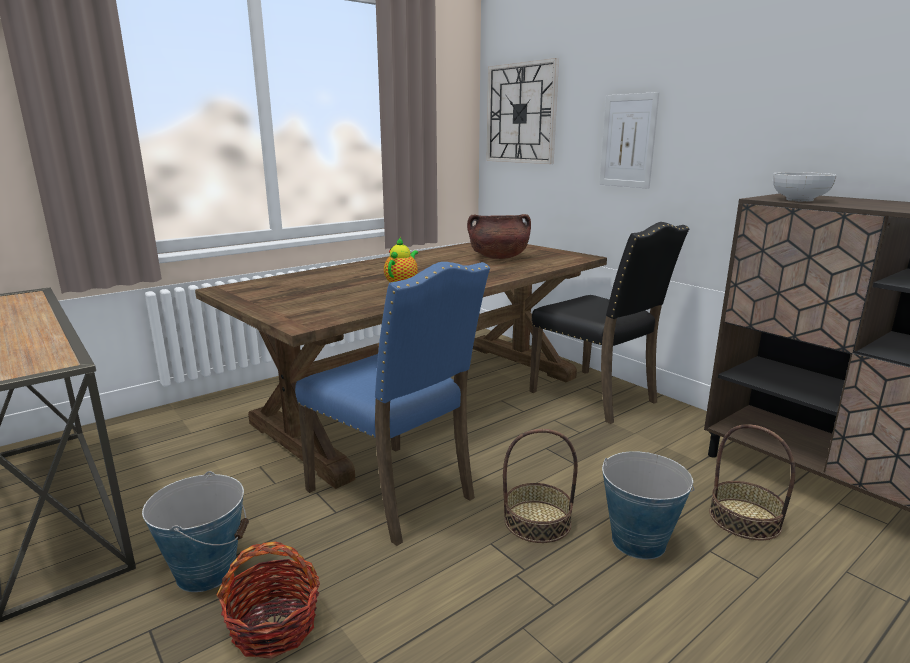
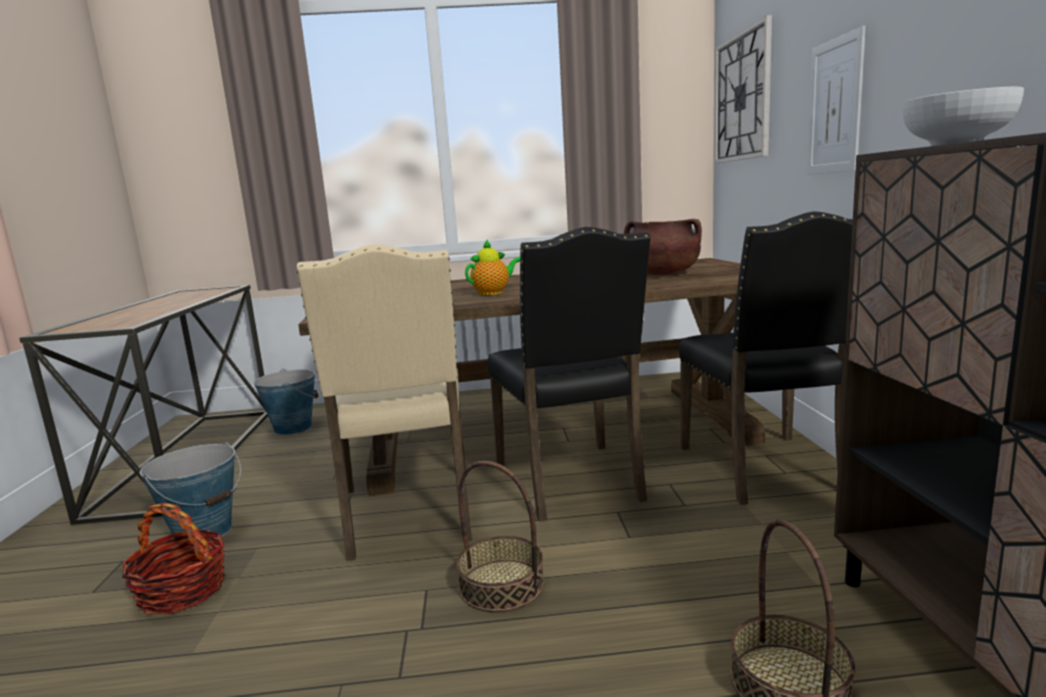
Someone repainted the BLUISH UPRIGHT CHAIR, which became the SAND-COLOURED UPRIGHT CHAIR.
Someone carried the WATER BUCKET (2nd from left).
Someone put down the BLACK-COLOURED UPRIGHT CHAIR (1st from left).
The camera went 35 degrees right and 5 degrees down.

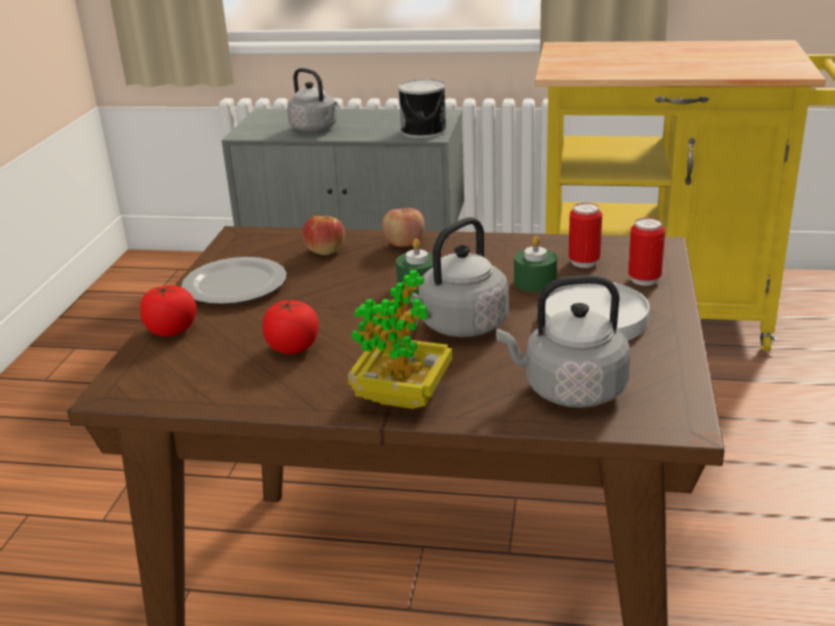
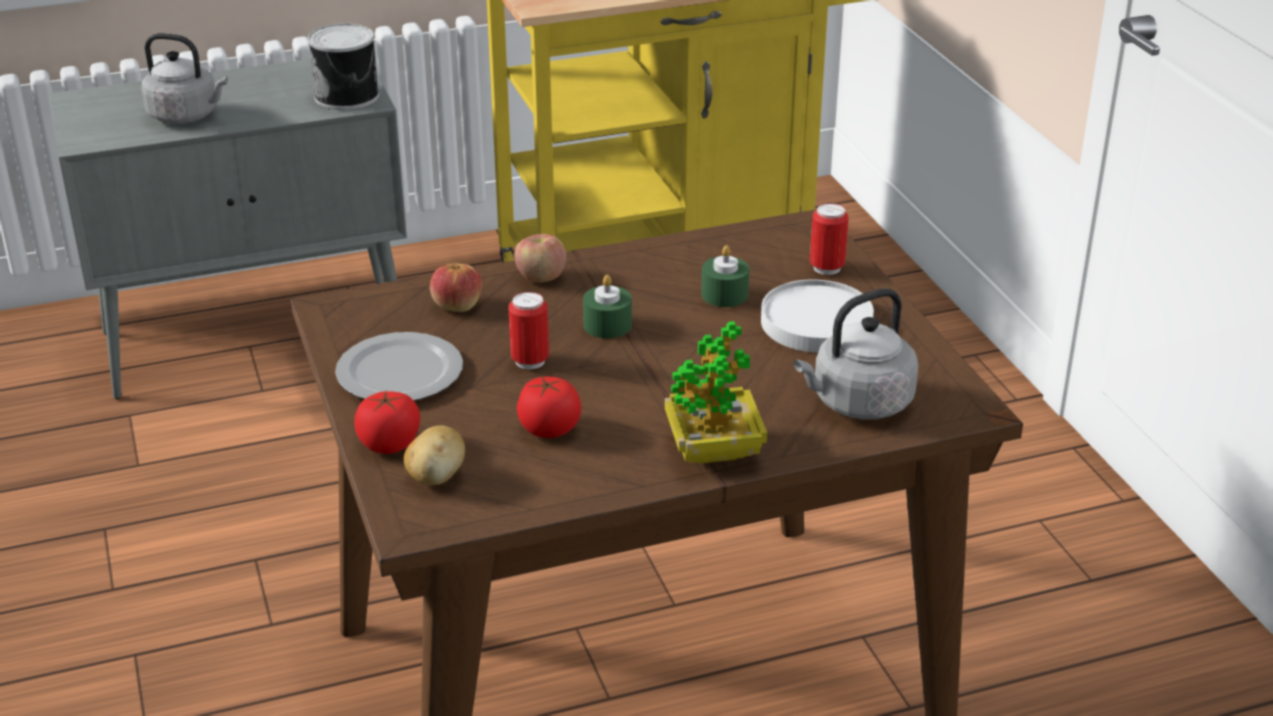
Someone took away the GRAY WATER KETTLE (2nd from left).
Someone carried the METAL CAN (2nd from left).
Someone put down the POTATO.
The camera went 30 degrees left and 5 degrees up.

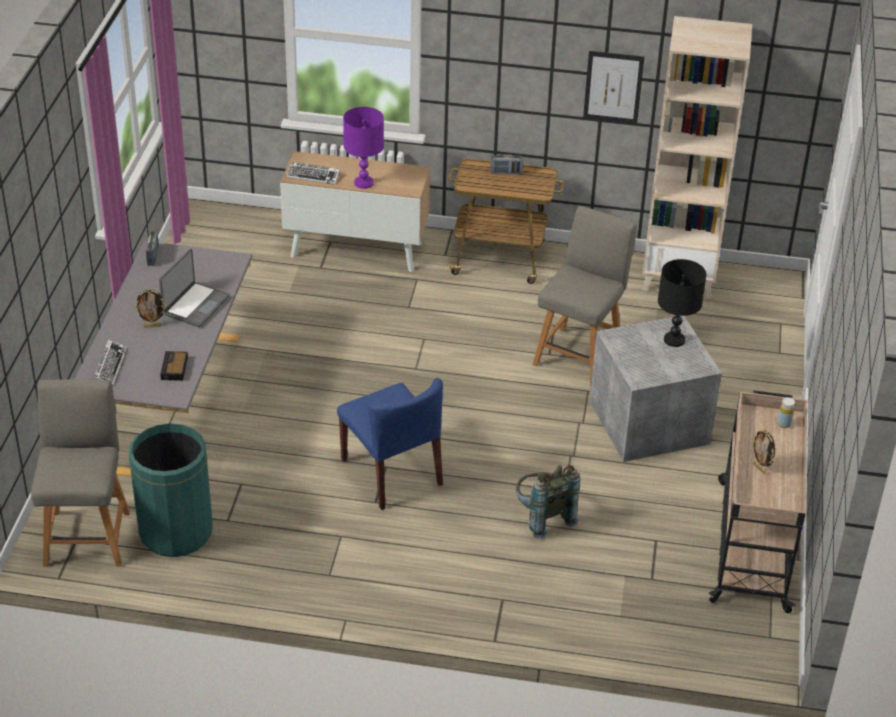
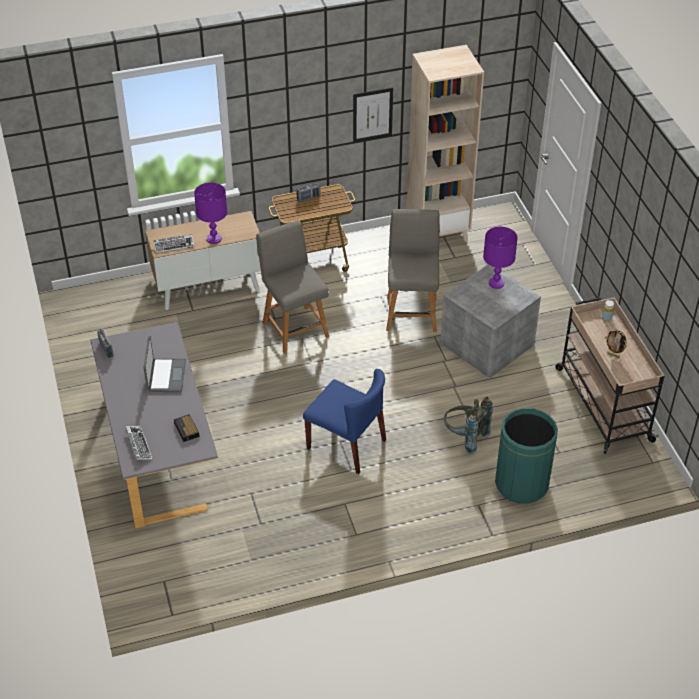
Someone carried the GRAY UPRIGHT CHAIR (1st from left).
Someone carried the GREEN-COLOURED WASTE BIN.
Someone took away the STANDING FRAME (1st from left).
Someone repainted the BLACK-COLOURED TABLE LAMP, which became the PURPLE-COLOURED TABLE LAMP (2nd from left).
The camera went 25 degrees left and 5 degrees up.

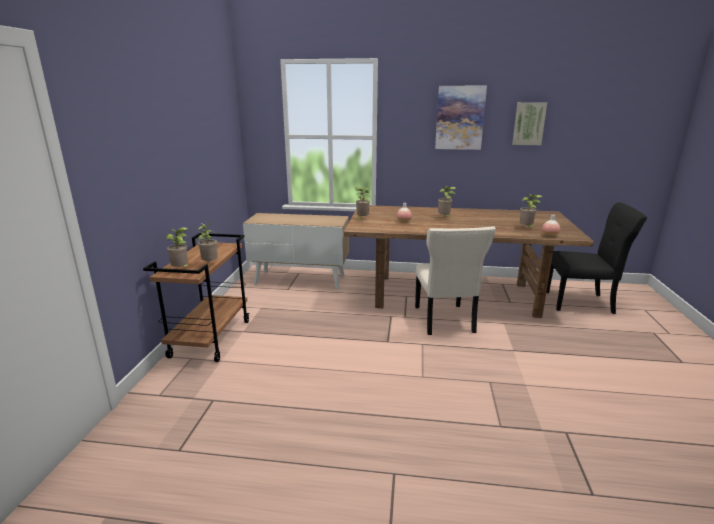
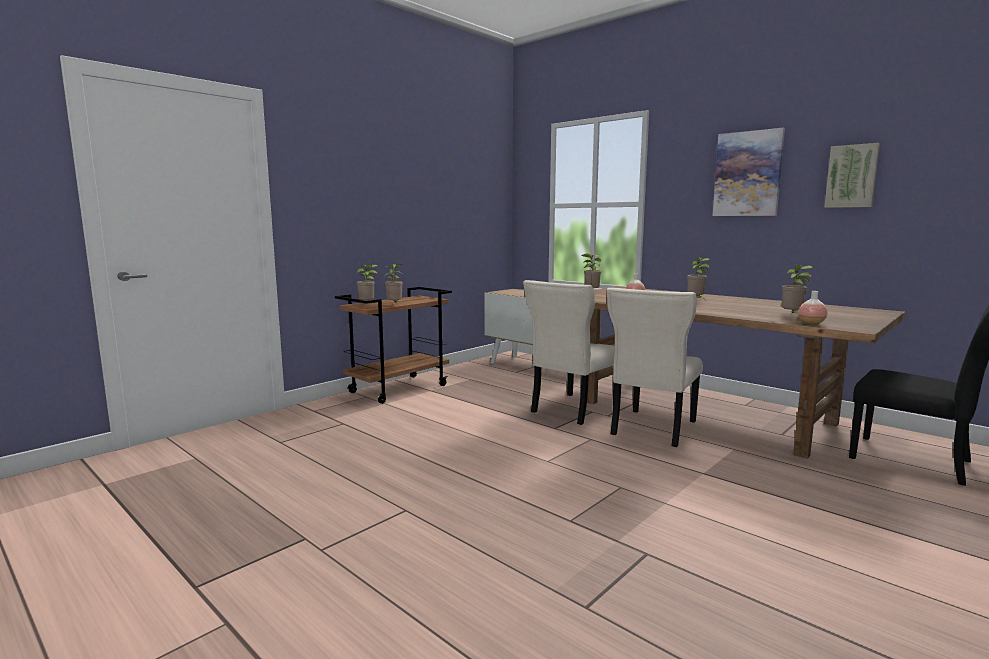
Someone put down the SAND-COLOURED UPRIGHT CHAIR (1st from left).
The camera went 35 degrees right and 10 degrees down.

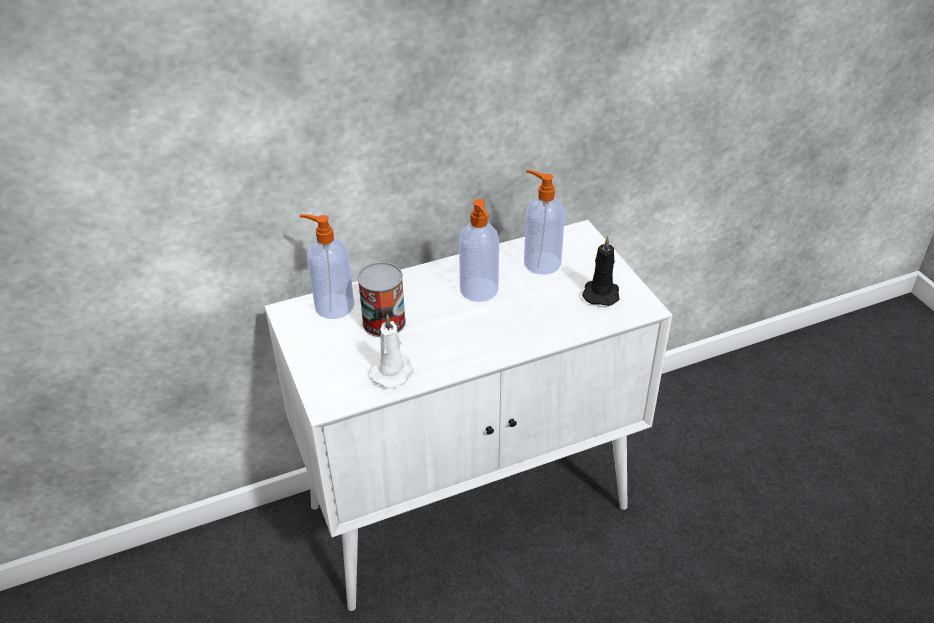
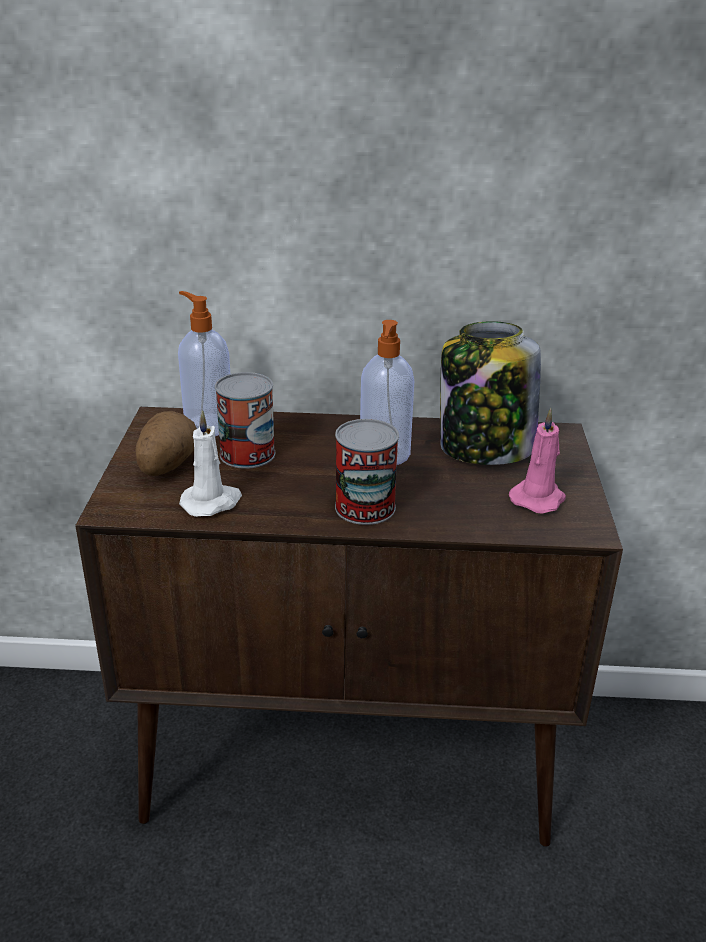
Someone repainted the WHITE CABINET, which became the BROWN CABINET.
Someone swapped the SOAP DISPENSER (3rd from left) for the STORAGE JAR.
Someone repainted the BLACK-COLOURED WAX LIGHT, which became the PINK WAX LIGHT.
Someone put down the POTATO.
Someone put down the METAL CAN (2nd from left).
The camera went 25 degrees right and 10 degrees down.

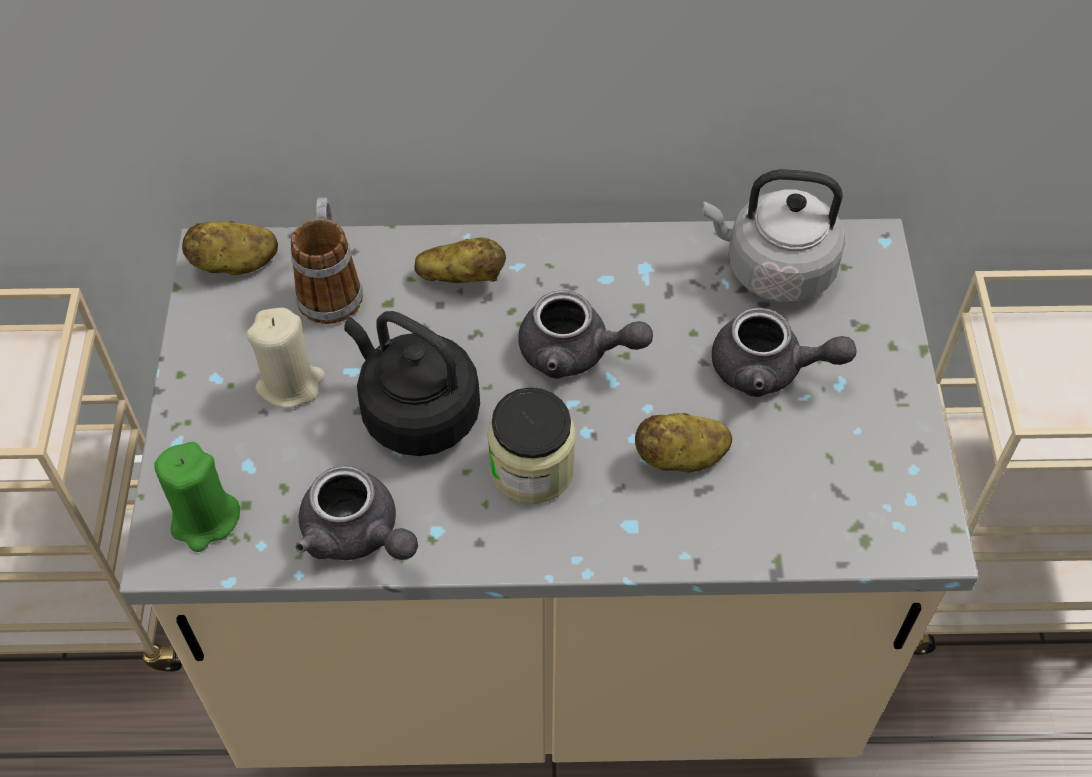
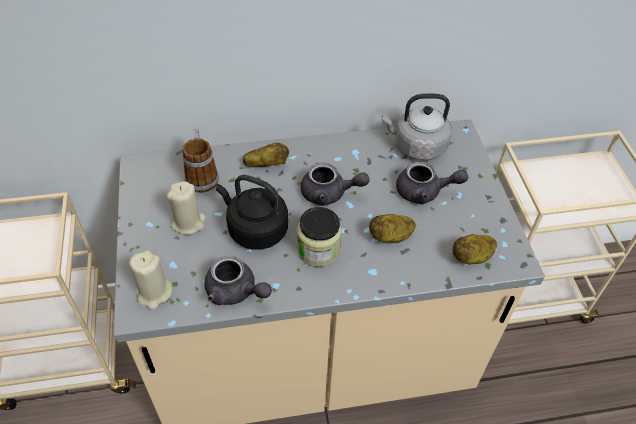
Someone repainted the GREEN-COLOURED WAX LIGHT, which became the SAND-COLOURED WAX LIGHT (1st from left).
Someone carried the POTATO (1st from left in the first image).
The camera went 10 degrees left and 5 degrees down.

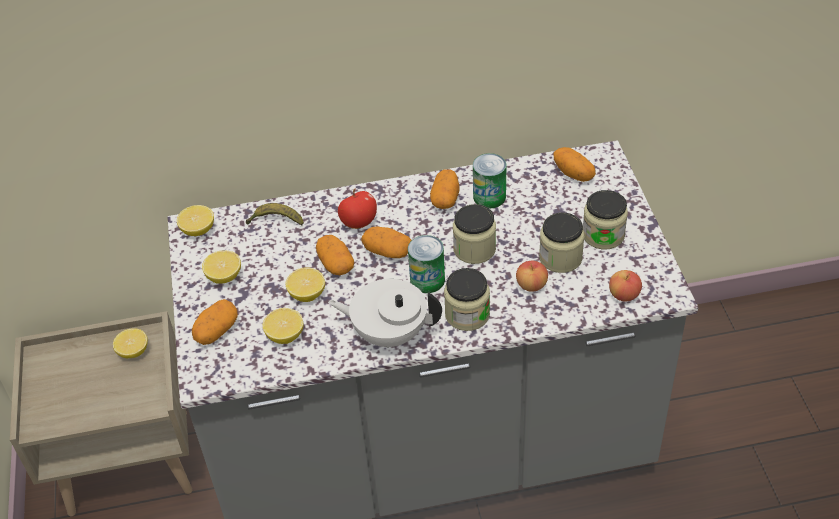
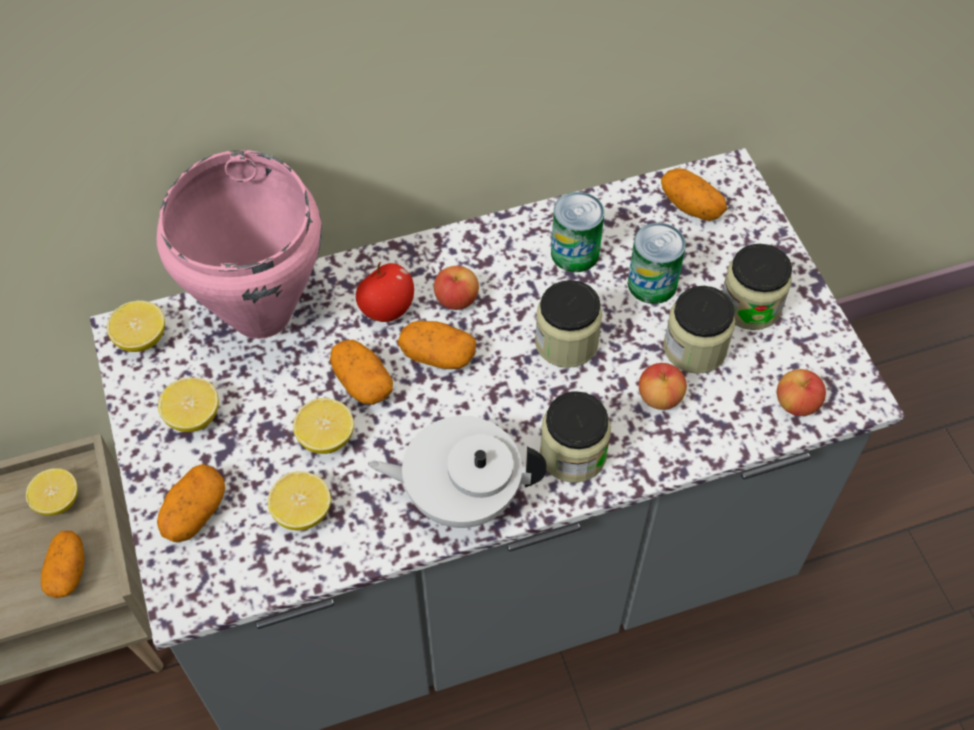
Someone swapped the BANANA FRUIT for the PINK STOCKPOT.
Someone carried the METAL CAN (1st from left in the first image).
Someone carried the POTATO (4th from left in the first image).
Someone put down the APPLE (2nd from left).
The camera went 10 degrees left and 10 degrees up.

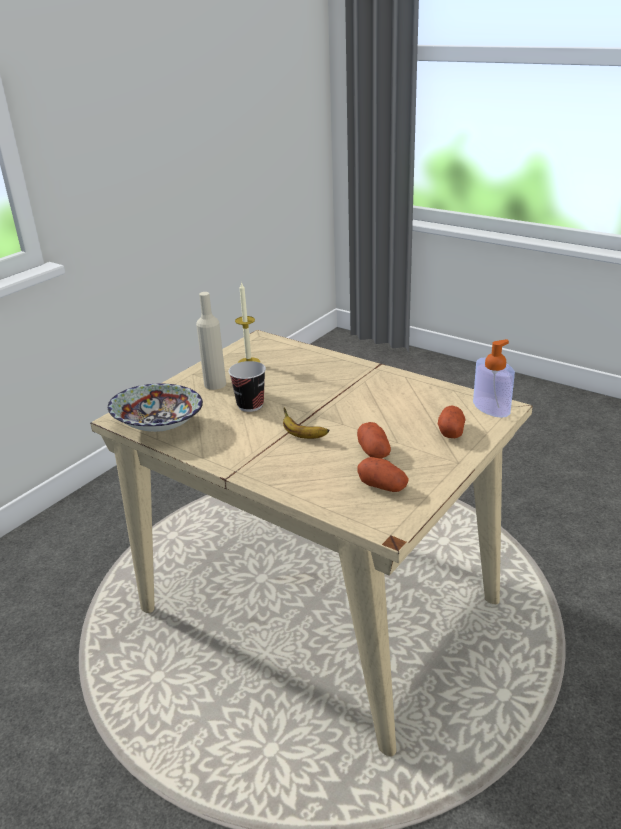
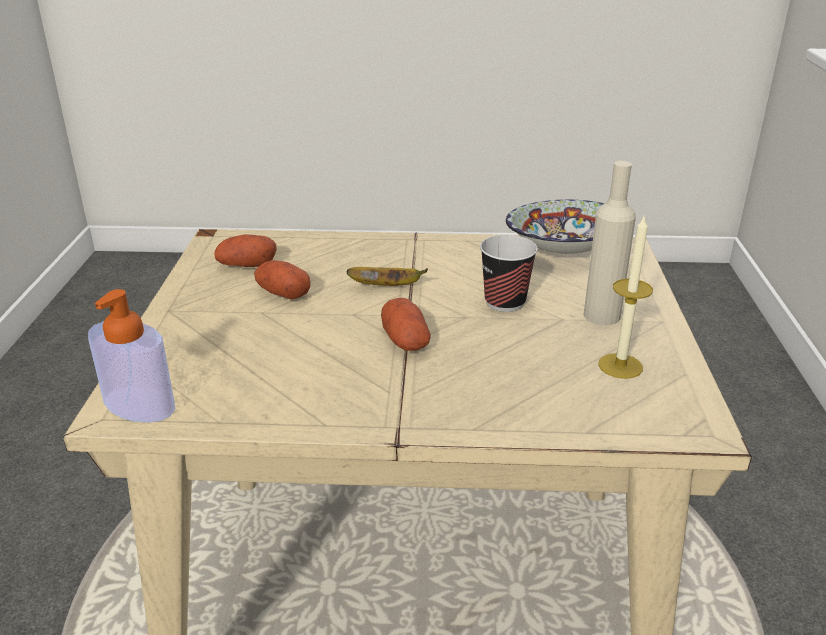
Someone carried the POTATO (3rd from left).
The camera went 145 degrees right and 0 degrees up.

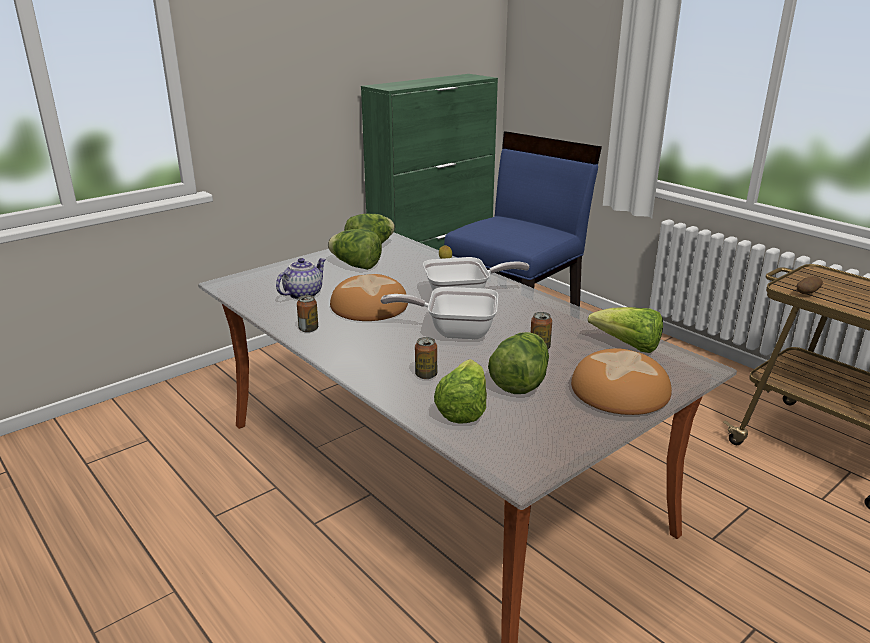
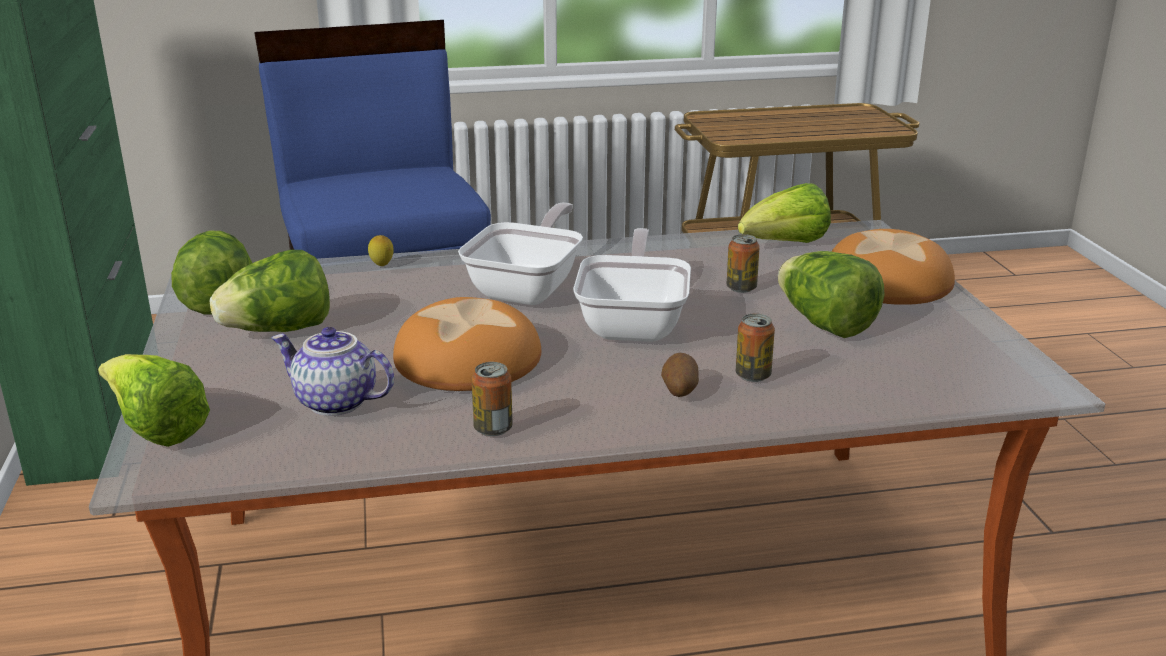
Someone rotated the POT FOR TEA by 45 degrees counterclockwise.
Someone rotated the PAN (1st from left in the first image) by 150 degrees clockwise.
Someone carried the HEAD OF LETTUCE (3rd from left in the first image).
Someone carried the POTATO.
The camera went 60 degrees left and 0 degrees up.

